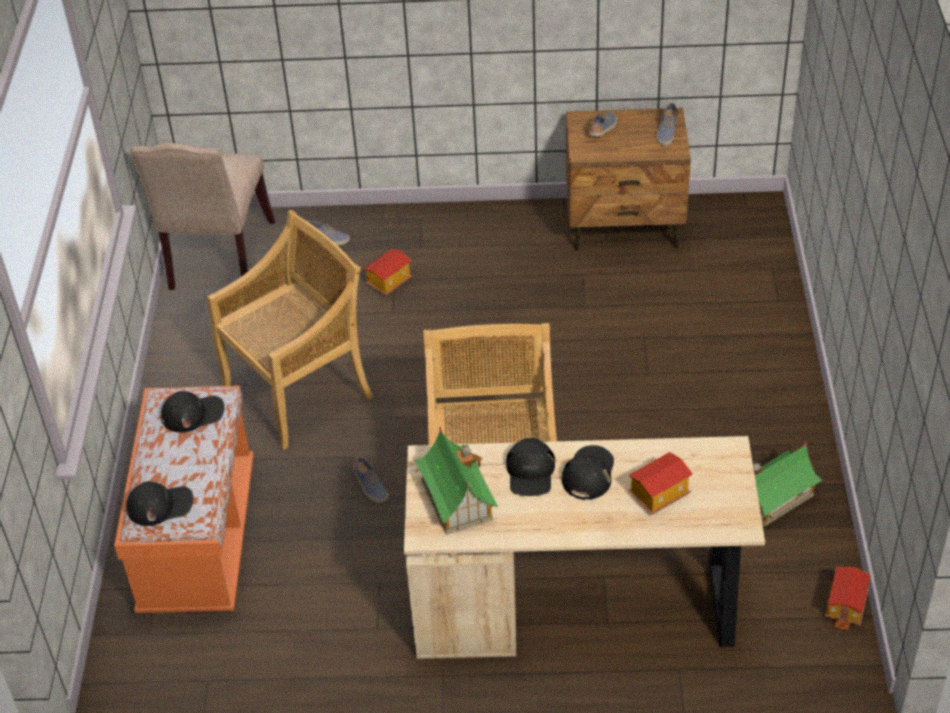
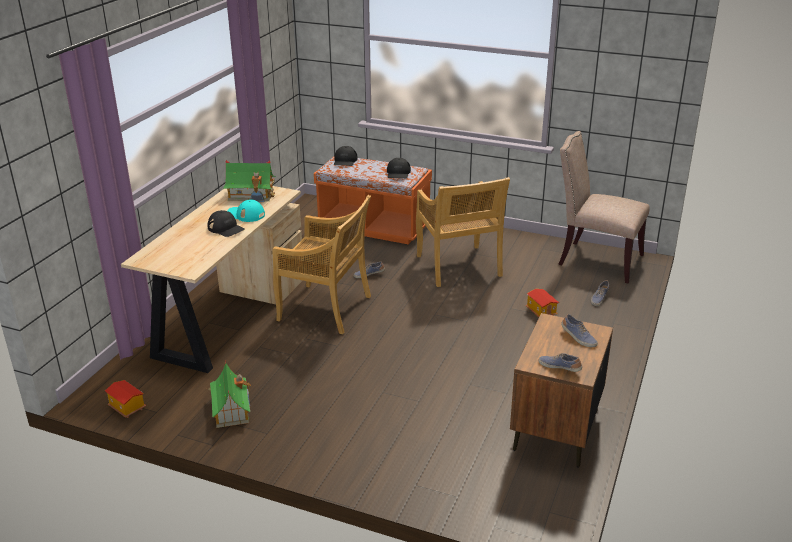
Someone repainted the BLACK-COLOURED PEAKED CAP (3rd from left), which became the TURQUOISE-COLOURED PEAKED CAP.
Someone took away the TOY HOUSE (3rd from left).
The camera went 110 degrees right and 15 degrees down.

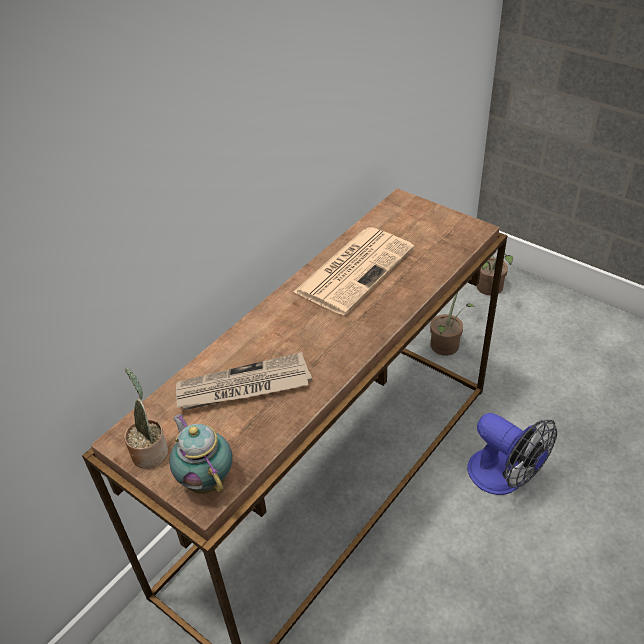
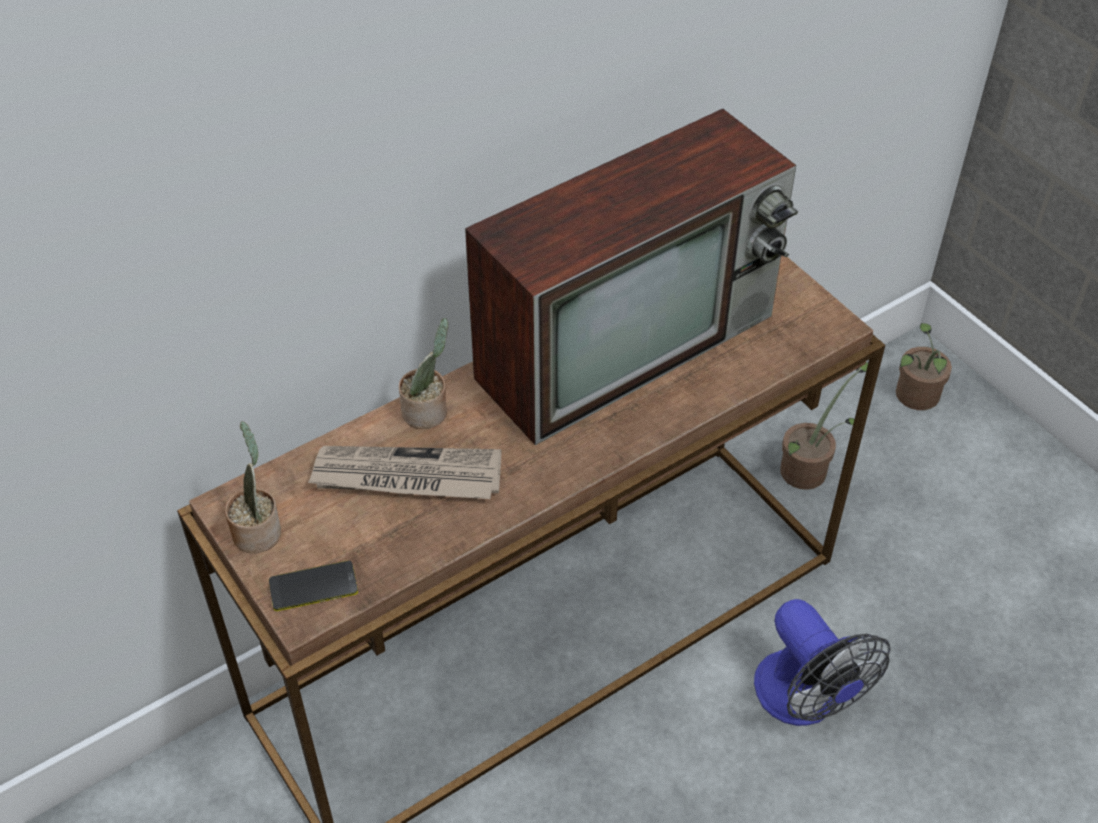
Someone swapped the POT FOR TEA for the PHONE.
Someone swapped the NEWSPAPER (2nd from left) for the TELEVISION.
Someone put down the POTTED PLANT (2nd from left).
The camera went 15 degrees right and 5 degrees up.

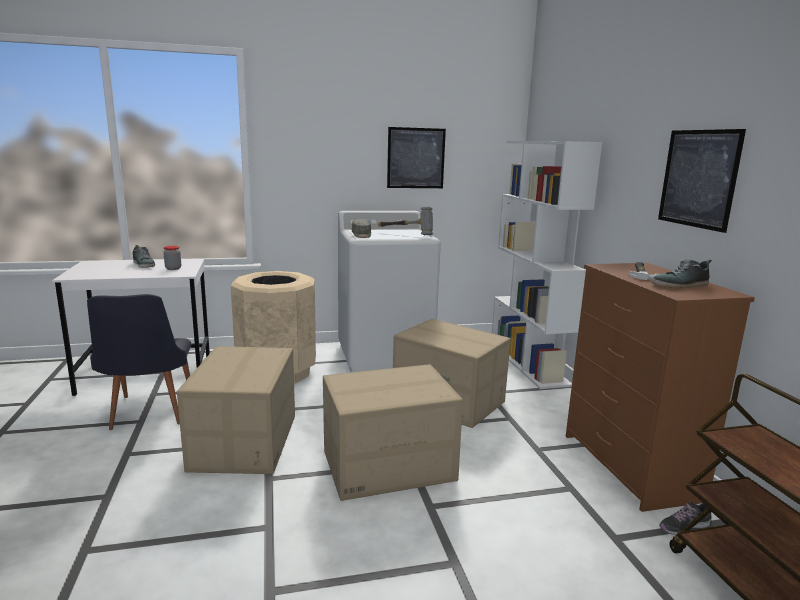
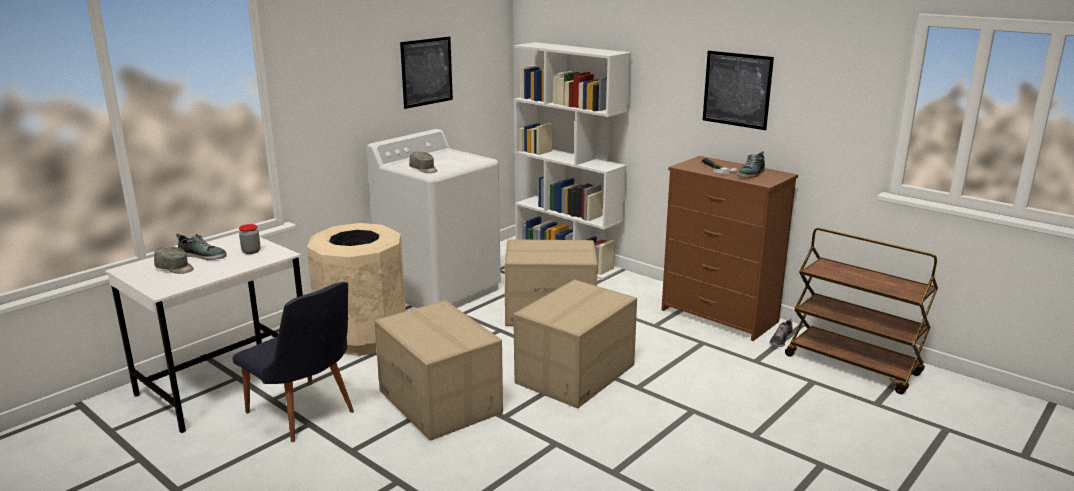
Someone took away the TOOL HAMMER (1st from left).
Someone put down the GRAY PEAKED CAP (1st from left).
The camera went 35 degrees left and 5 degrees up.

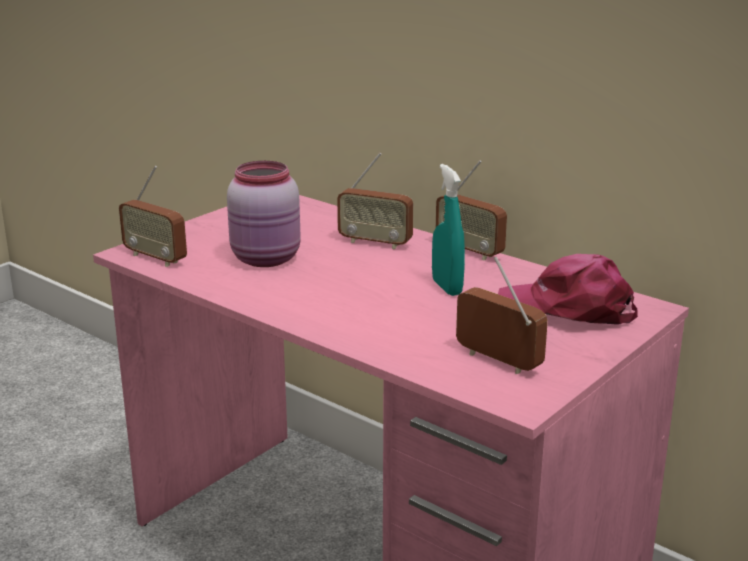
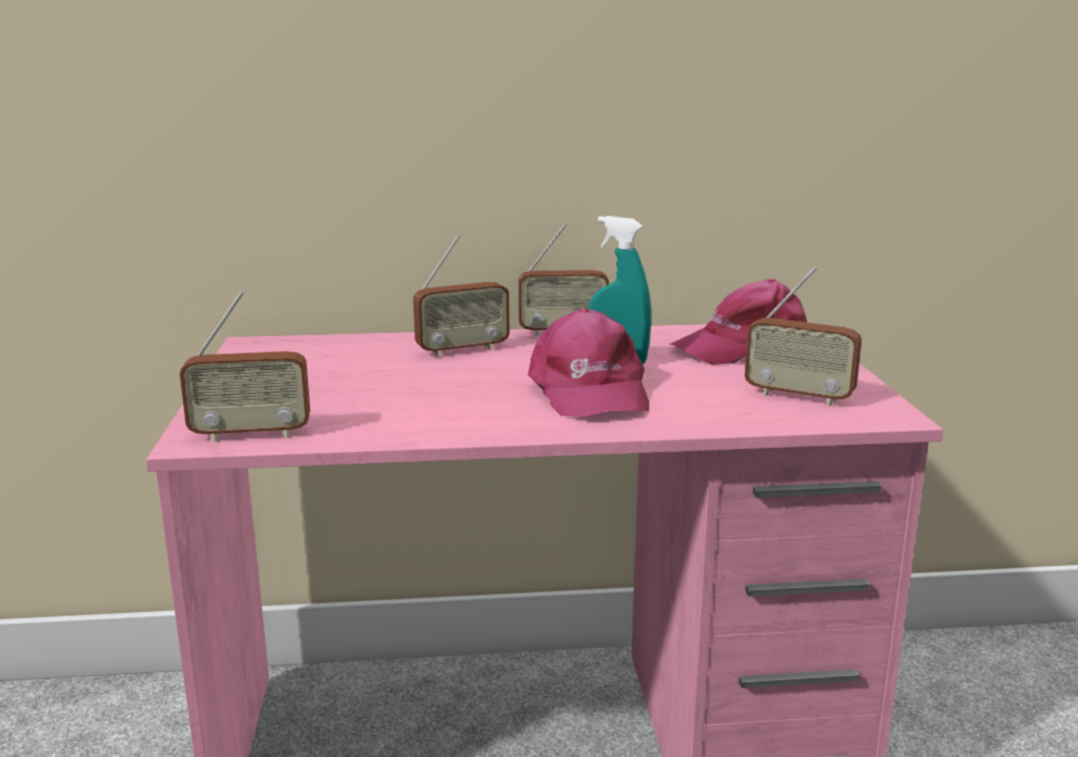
Someone took away the PINK STORAGE JAR.
Someone rotated the RADIO (4th from left) by 150 degrees counterclockwise.
Someone put down the PINK PEAKED CAP (1st from left).
The camera went 45 degrees left and 5 degrees down.

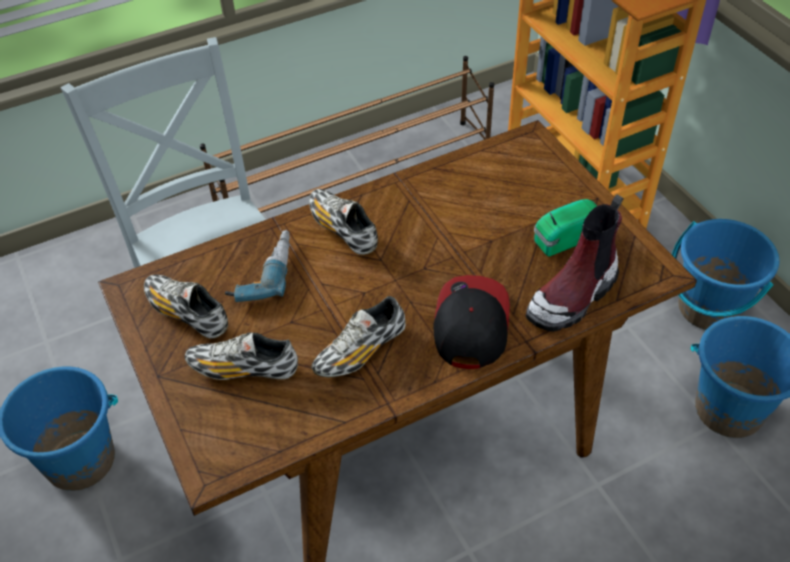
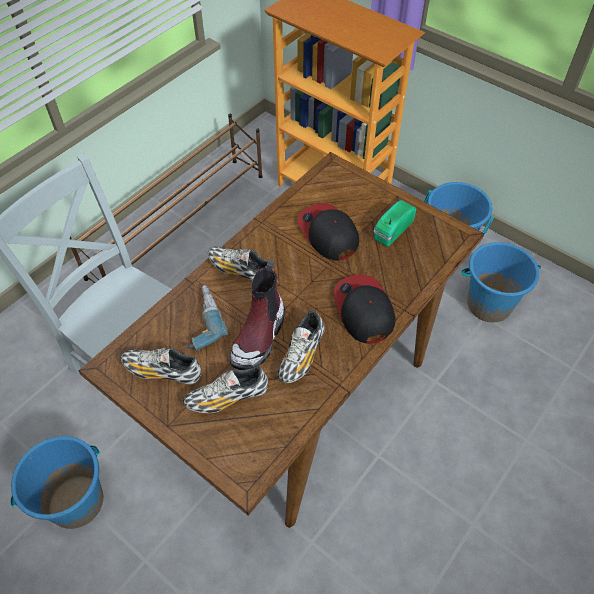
Someone carried the BOOT.
Someone put down the PEAKED CAP (1st from left).
The camera went 25 degrees left and 5 degrees up.

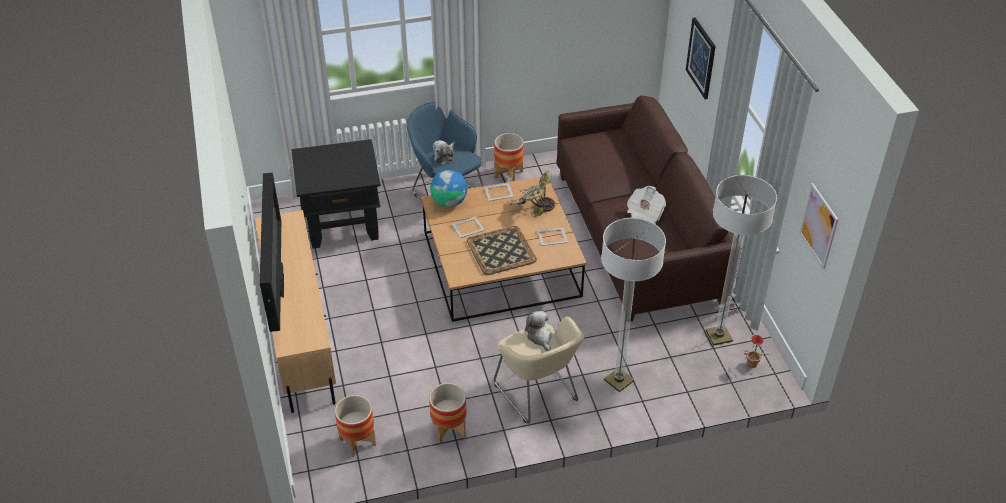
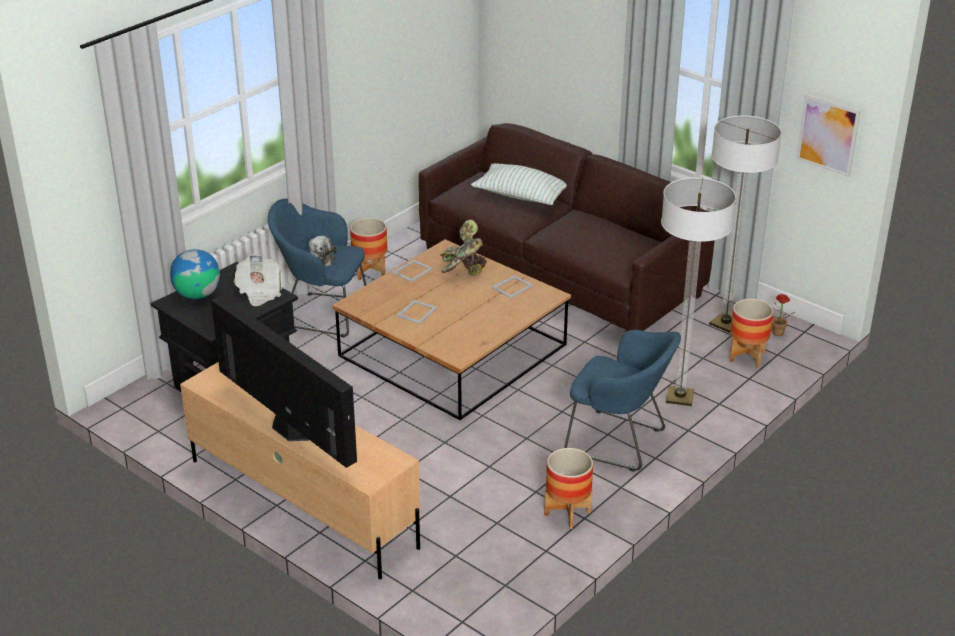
Someone carried the PLANTER (1st from left in the first image).
Someone carried the DESK GLOBE.
Someone took away the CARRYING TRAY.
Someone repainted the SAND-COLOURED LOUNGE CHAIR, which became the BLUISH LOUNGE CHAIR (2nd from left).
Someone took away the PLUSH TOY (2nd from left).
Someone carried the NEWSPAPER.
Someone took away the WALL PICTURE (1st from left).
Someone put down the THROW PILLOW.
The camera went 35 degrees left and 10 degrees down.

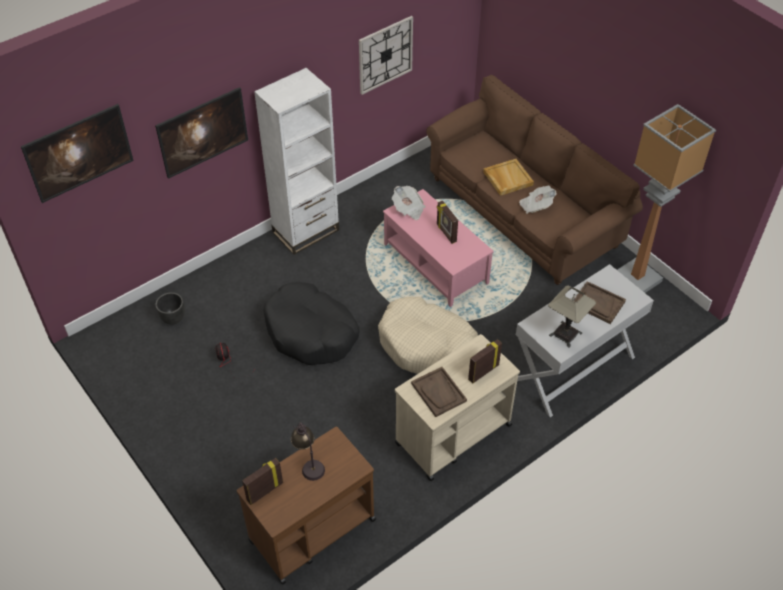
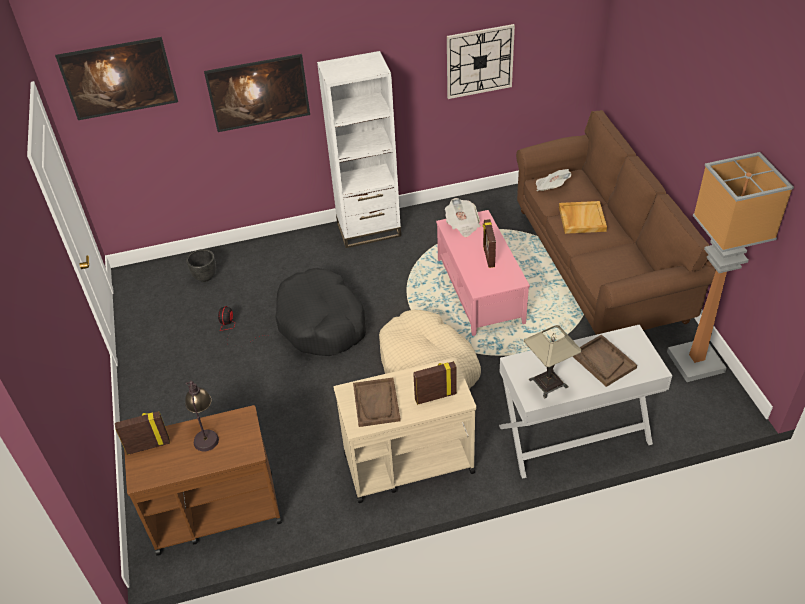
Someone carried the NEWSPAPER (2nd from left).
The camera went 25 degrees right and 5 degrees down.

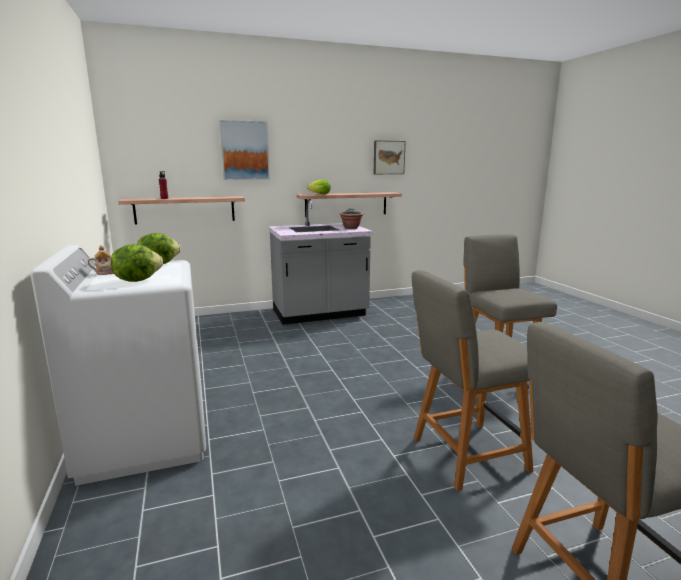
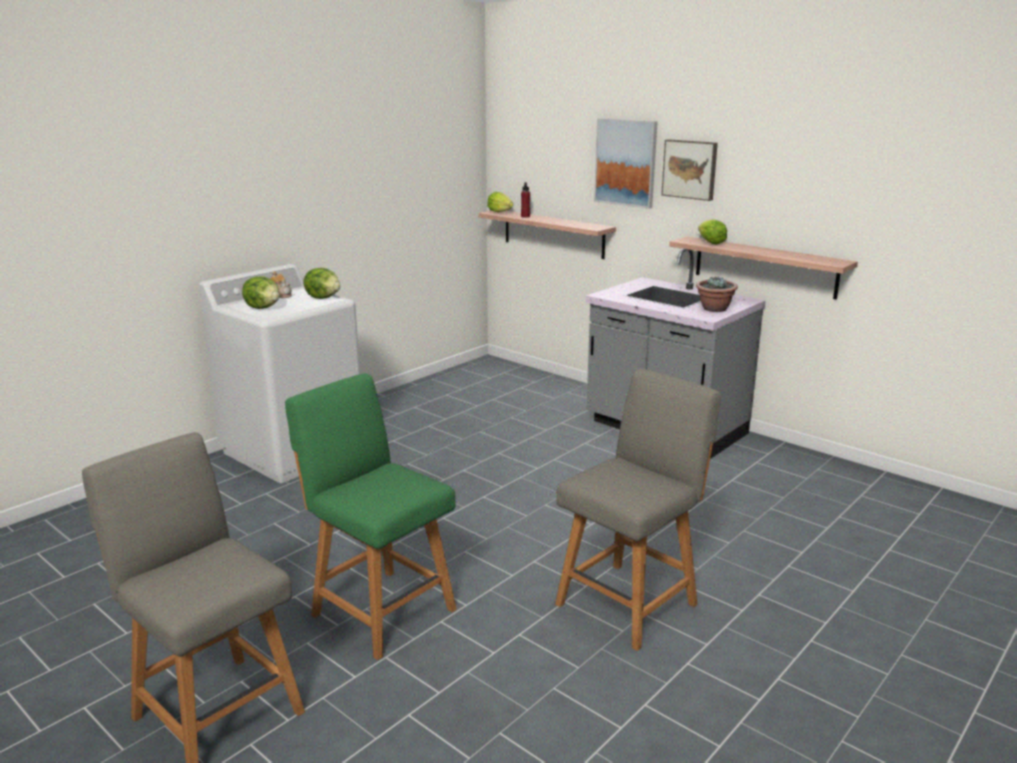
Someone carried the WALL PICTURE (2nd from left).
Someone repainted the GRAY UPRIGHT CHAIR (1st from left), which became the GREEN-COLOURED UPRIGHT CHAIR.
Someone put down the HEAD OF LETTUCE (3rd from left).
The camera went 60 degrees right and 5 degrees up.

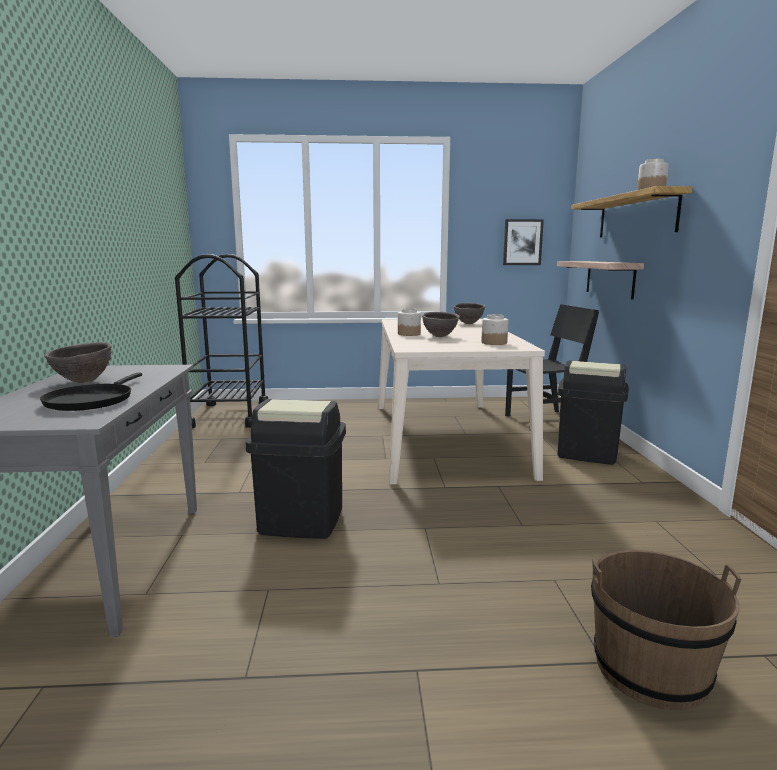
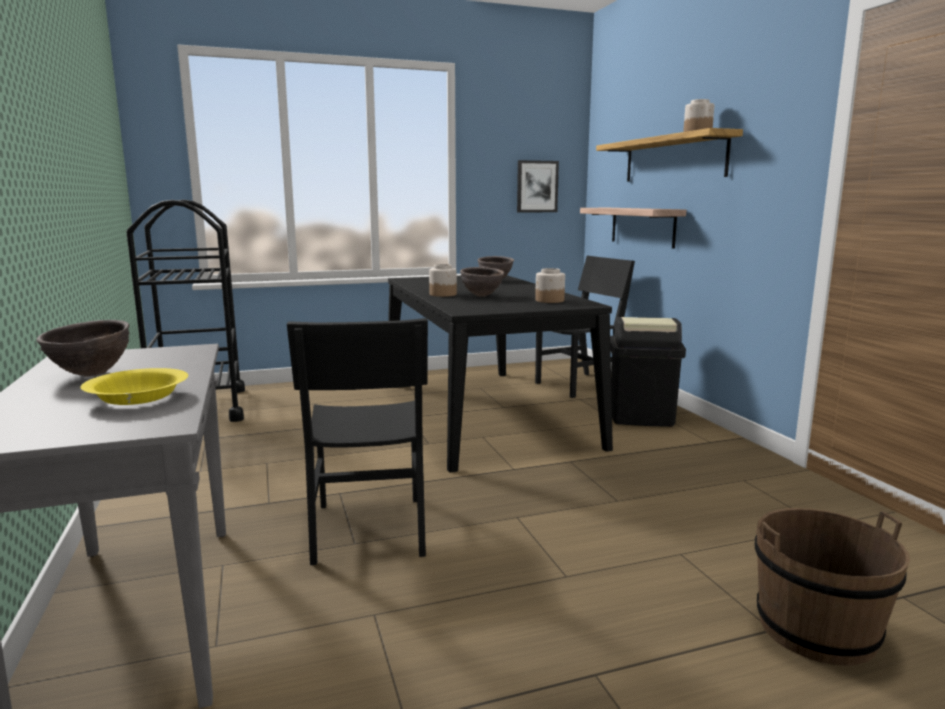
Someone swapped the BLACK-COLOURED PAN for the YELLOW-COLOURED DEEP DISH.
Someone swapped the BLACK-COLOURED WASTE BIN (1st from left) for the BLACK-COLOURED UPRIGHT CHAIR (1st from left).
Someone repainted the SAND-COLOURED KITCHEN TABLE, which became the BLACK-COLOURED KITCHEN TABLE.
The camera went 15 degrees left and 0 degrees up.

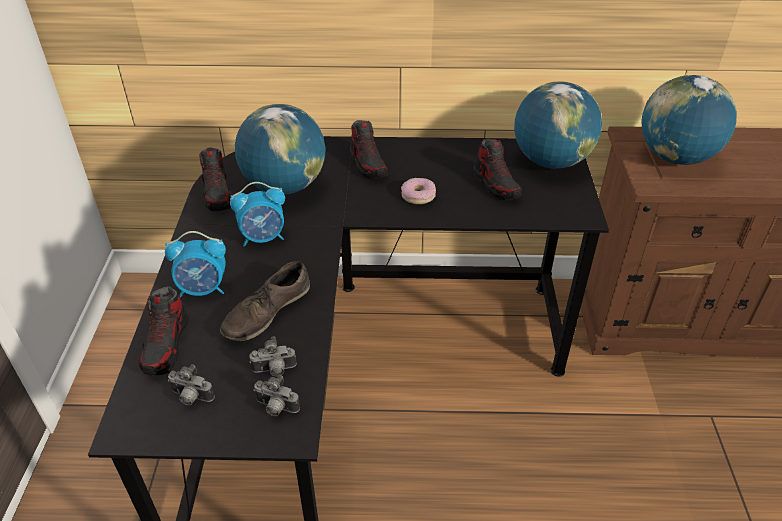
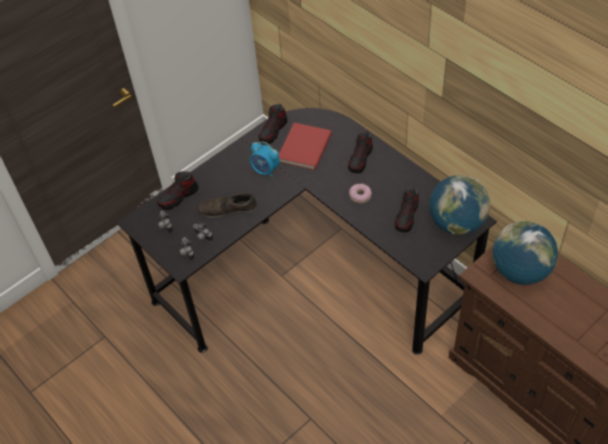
Someone took away the BEDSIDE CLOCK (1st from left).
Someone swapped the DESK GLOBE (1st from left) for the REDDISH BOUND BOOK.
The camera went 50 degrees right and 10 degrees up.

